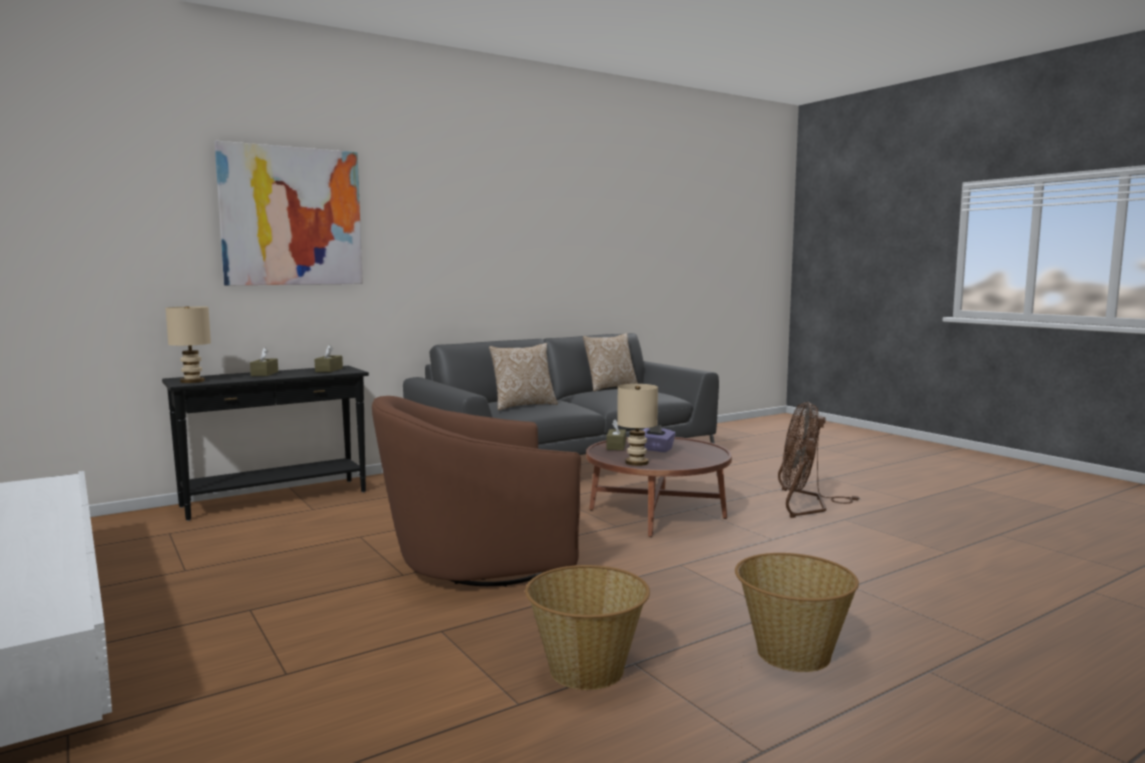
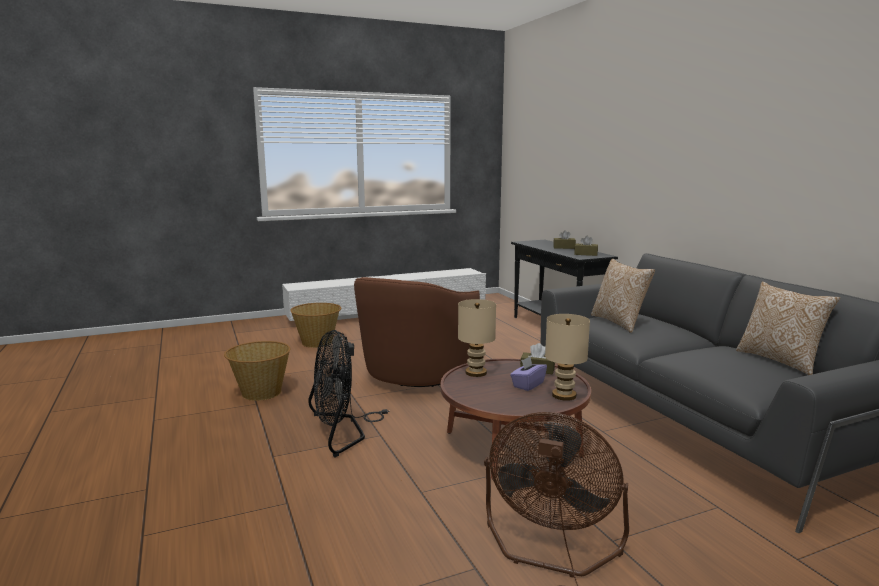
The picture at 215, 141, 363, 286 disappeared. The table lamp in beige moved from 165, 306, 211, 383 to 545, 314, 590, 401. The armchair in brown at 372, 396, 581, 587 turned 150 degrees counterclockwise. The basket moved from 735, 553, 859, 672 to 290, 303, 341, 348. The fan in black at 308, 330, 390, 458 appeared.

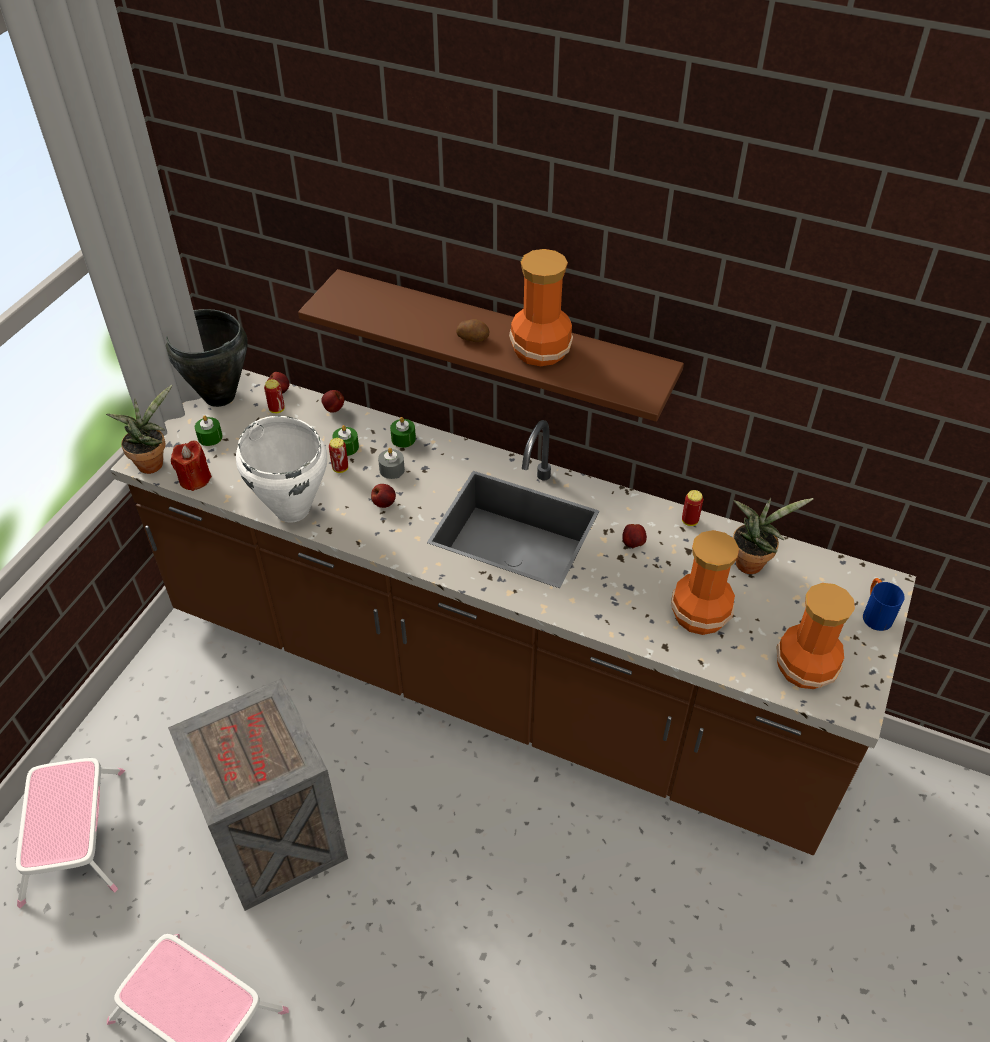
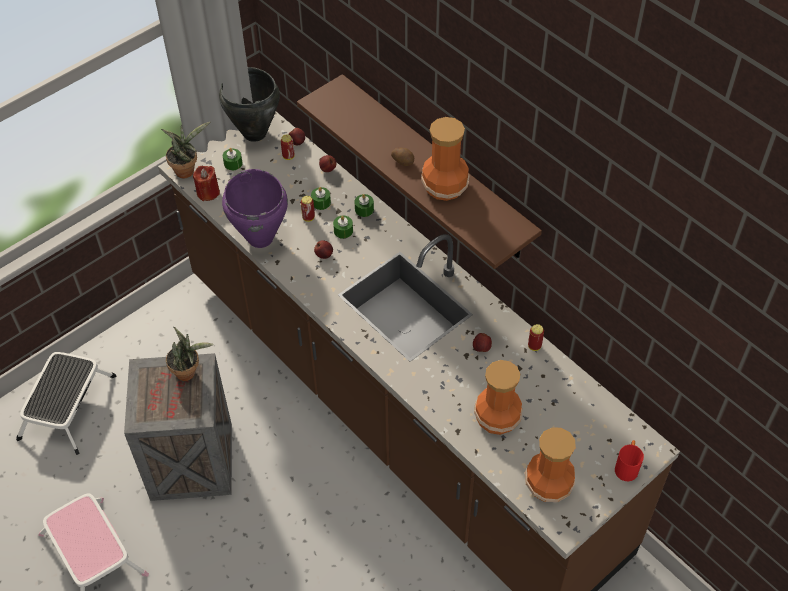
The cooking pot in white at 236, 416, 327, 523 became the cooking pot in purple at 222, 169, 288, 248. The candle in grey at 378, 448, 405, 479 became the candle in green at 333, 215, 353, 239. The potted plant moved from 733, 498, 814, 574 to 166, 326, 214, 381. The mug in blue at 863, 578, 905, 631 became the mug in red at 615, 440, 644, 481. The step ladder in pink at 16, 758, 125, 908 became the step ladder in black at 16, 352, 116, 455.

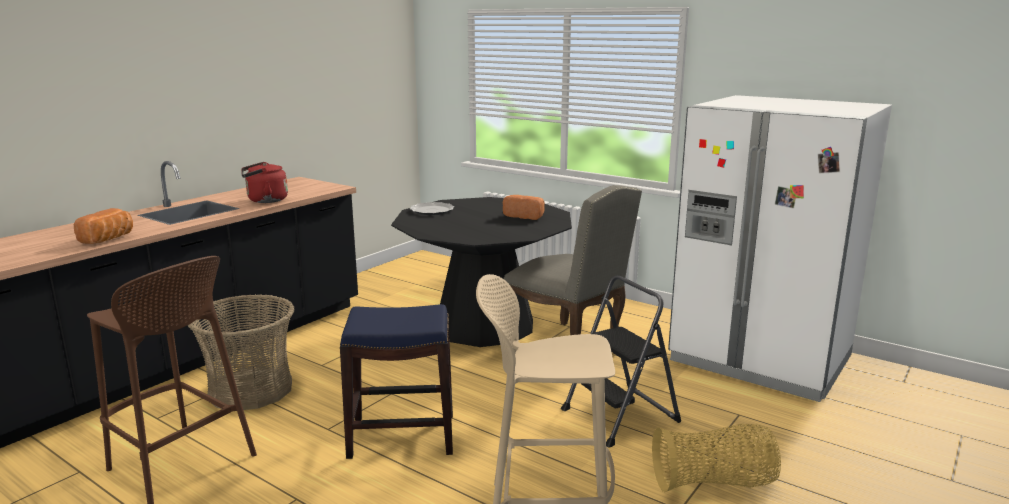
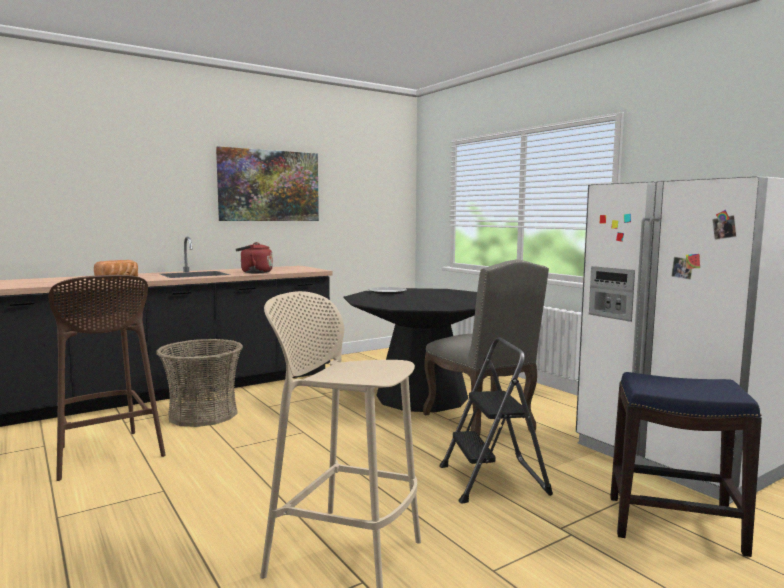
The bread at 503, 195, 545, 220 disappeared. The stool moved from 340, 304, 453, 459 to 610, 372, 762, 557. The basket at 652, 424, 781, 492 disappeared. The picture at 216, 146, 319, 221 appeared.

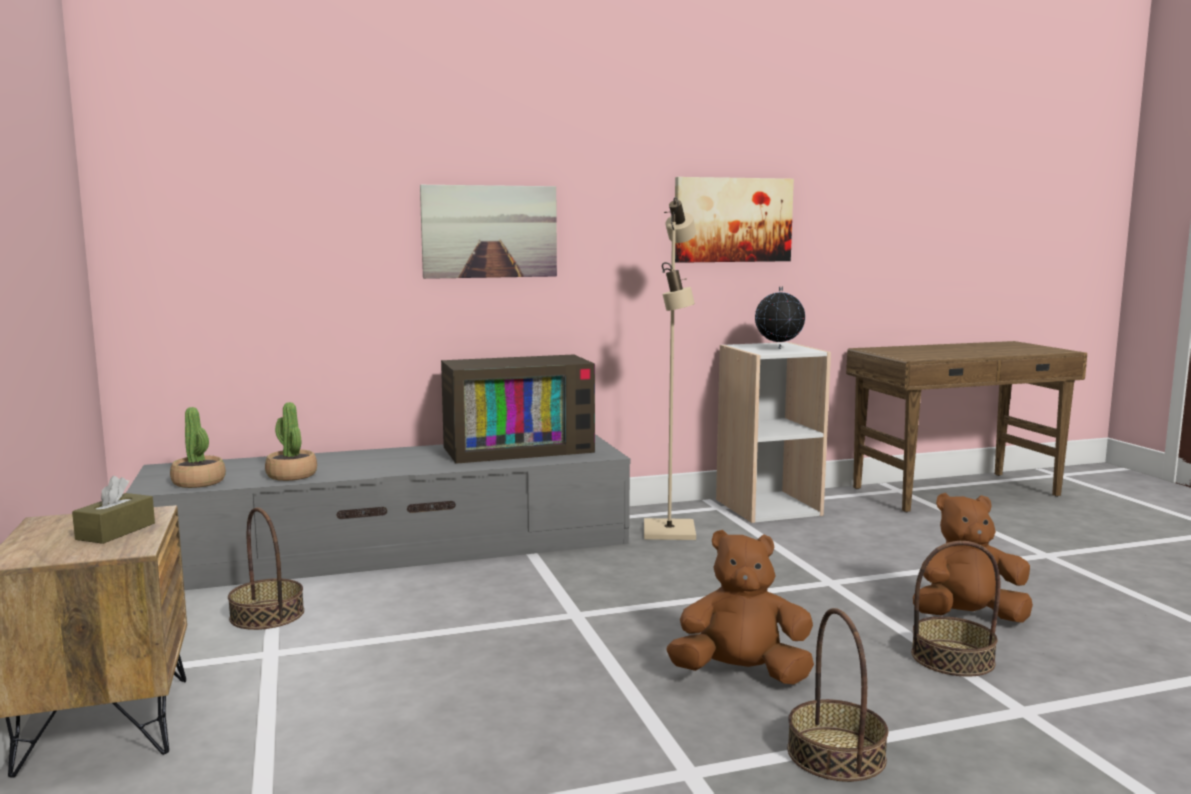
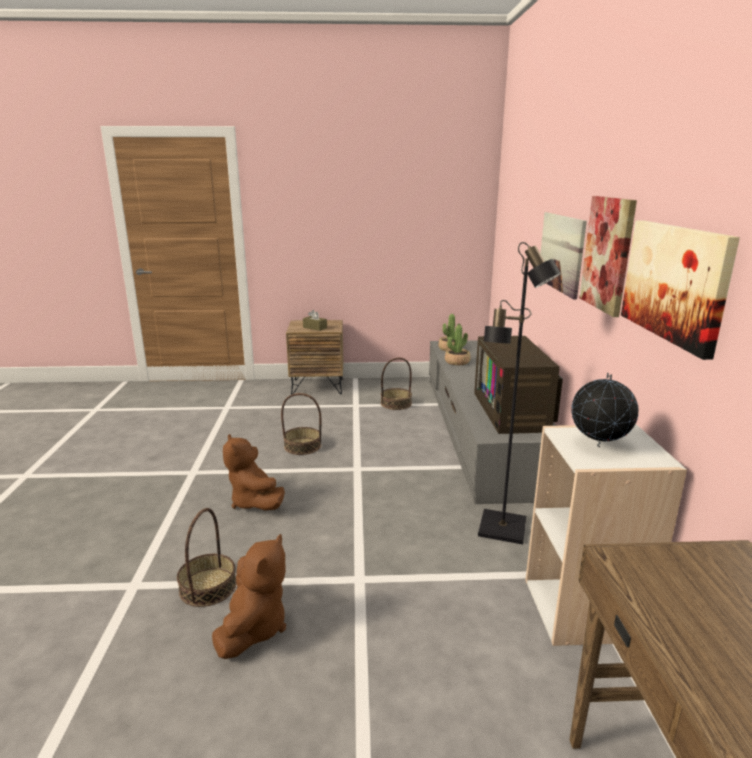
The floor lamp in beige at 644, 197, 696, 540 became the floor lamp in black at 478, 242, 561, 544. The plush toy in brown at 667, 530, 814, 684 turned 135 degrees clockwise. The basket moved from 787, 608, 888, 782 to 281, 393, 321, 455. The picture at 579, 196, 637, 317 appeared.

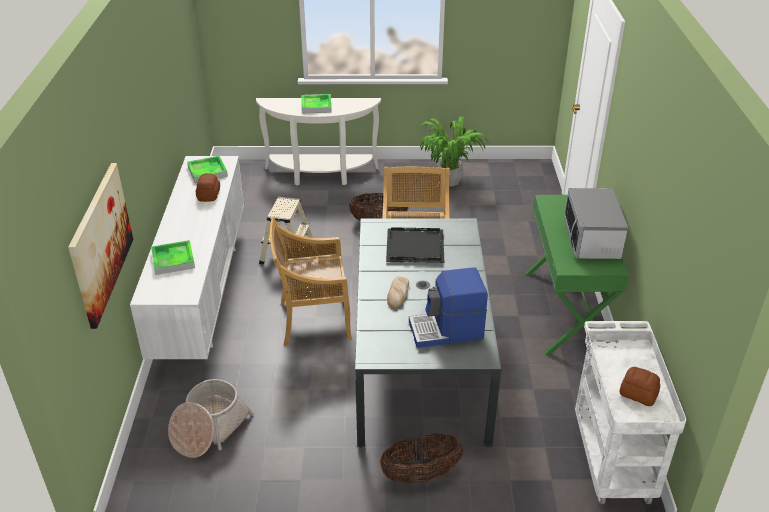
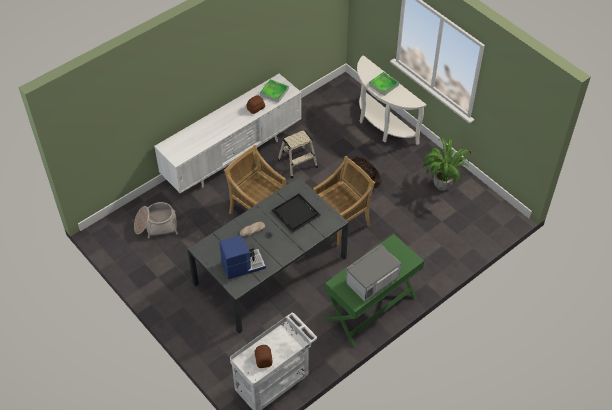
The picture at 68, 163, 133, 329 disappeared. The tray at 151, 240, 195, 275 disappeared. The coffee machine at 409, 268, 488, 348 turned 120 degrees clockwise. The basket at 380, 433, 463, 484 disappeared.

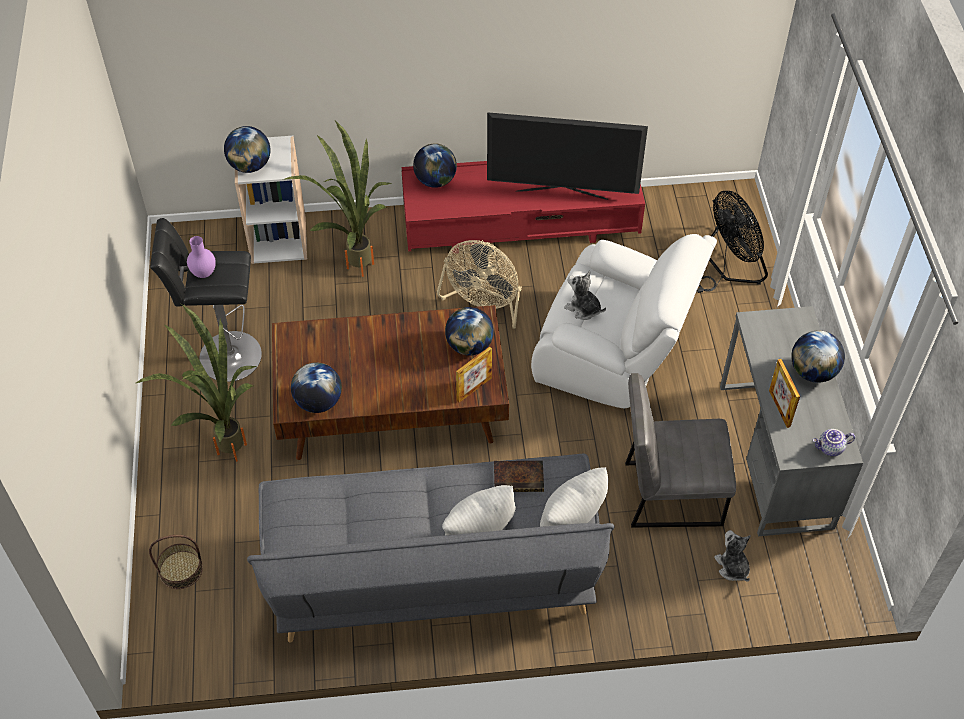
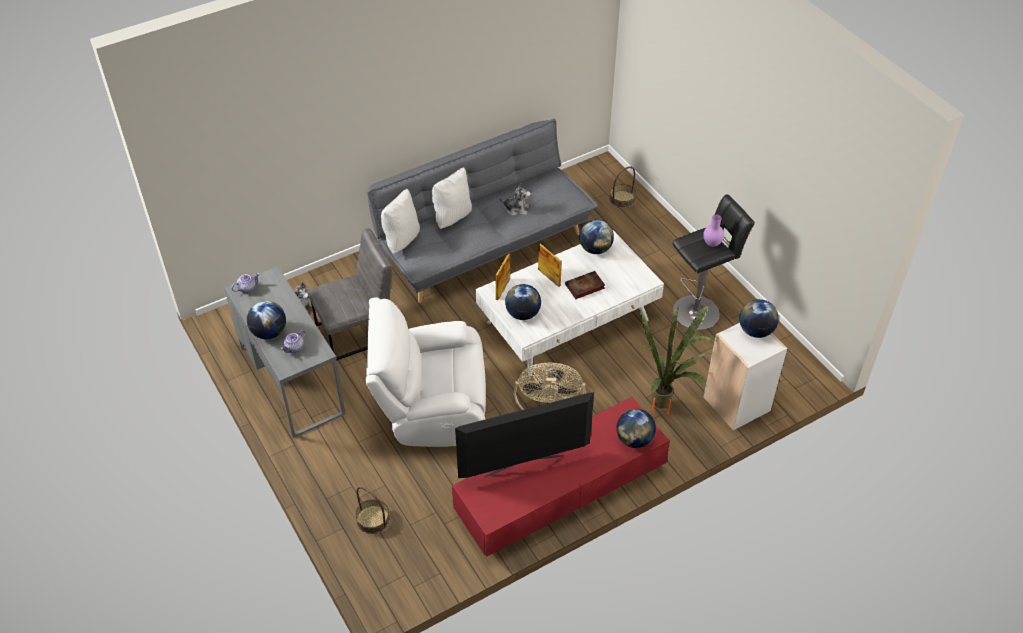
The fan in black at 696, 191, 768, 293 was replaced by the basket at 355, 487, 390, 534. The plush toy moved from 564, 271, 606, 320 to 499, 184, 531, 216. The potted plant at 136, 304, 258, 462 disappeared. The coffee table in brown at 272, 305, 509, 460 became the coffee table in white at 476, 230, 664, 376. The picture frame moved from 769, 359, 800, 428 to 538, 244, 562, 287. The book moved from 494, 461, 544, 492 to 565, 271, 605, 299. The teapot at 281, 330, 305, 353 appeared.

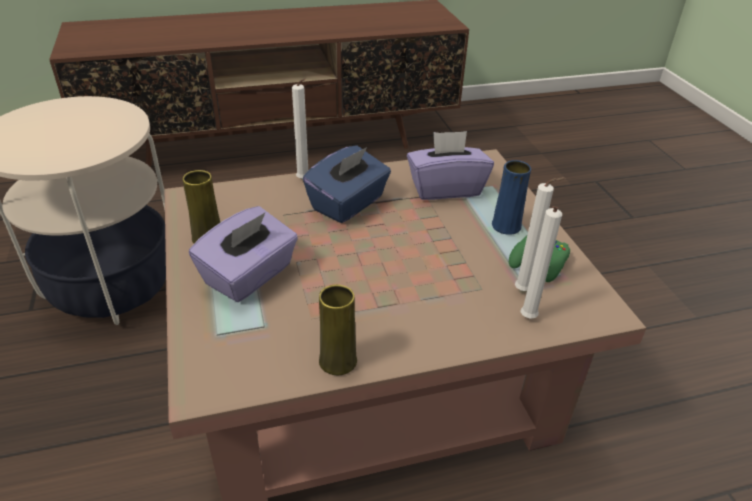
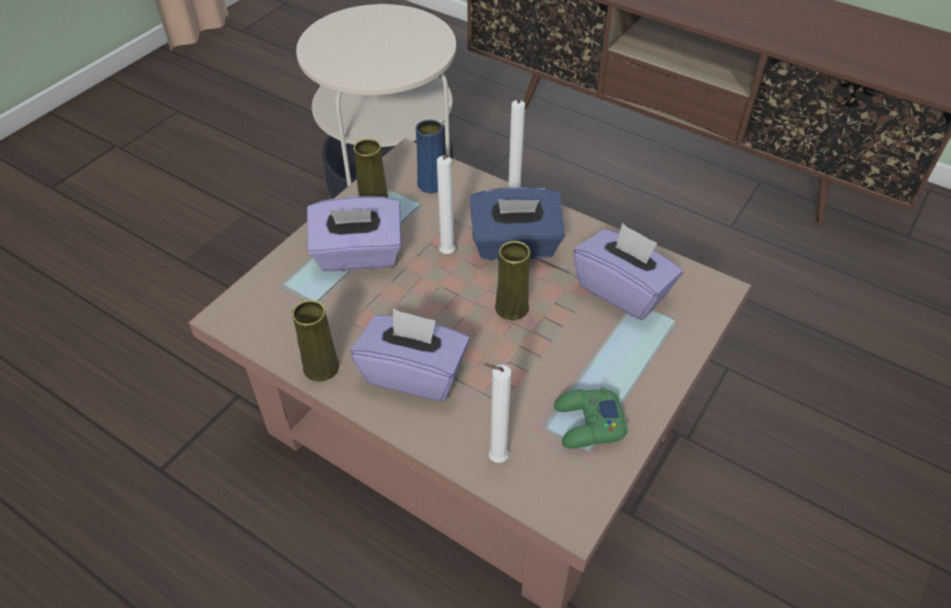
The vase in blue moved from 492, 160, 531, 235 to 416, 120, 444, 193. The candle in white moved from 515, 177, 566, 291 to 437, 155, 456, 254. The vase in yellow at 495, 241, 530, 320 appeared. The tissue box in purple at 351, 308, 470, 402 appeared.

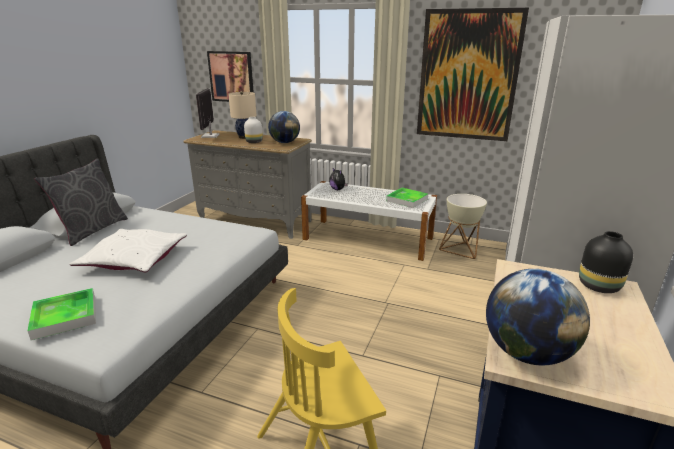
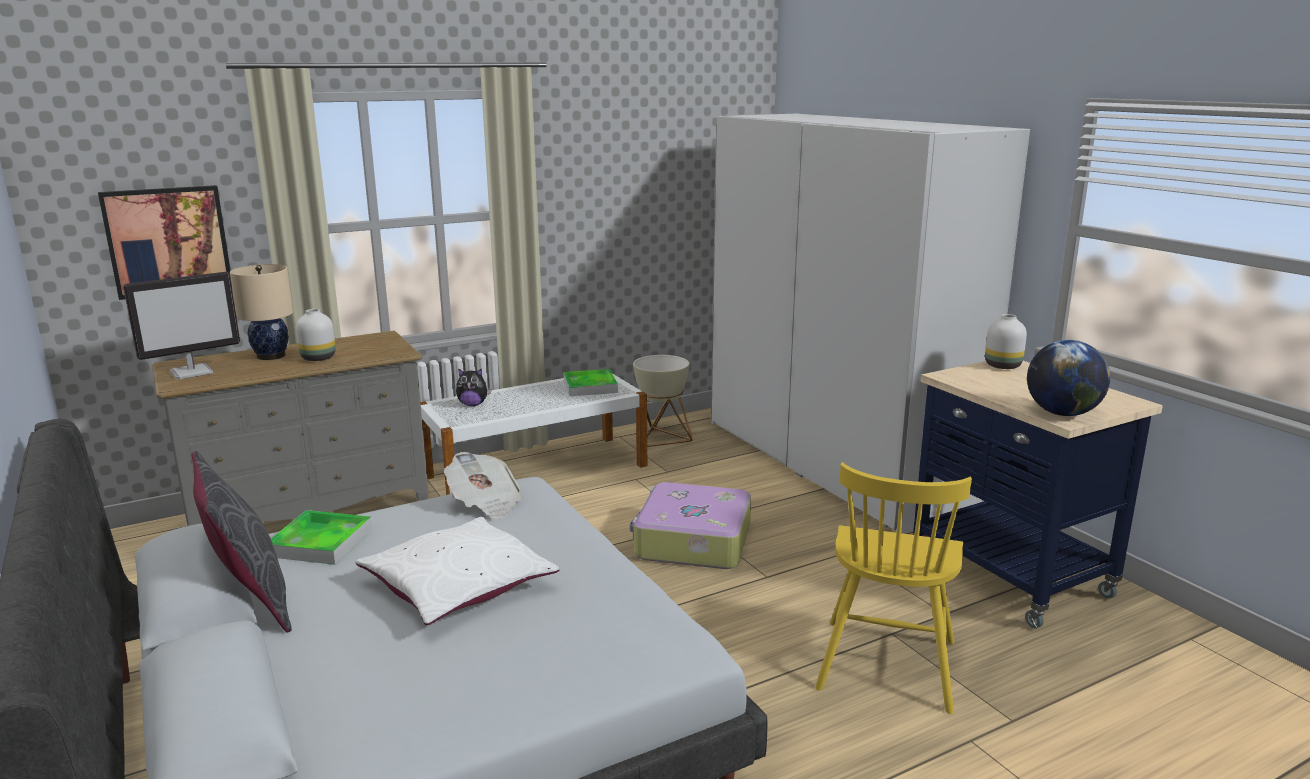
The picture at 417, 8, 529, 141 disappeared. The monitor at 196, 88, 220, 138 turned 75 degrees counterclockwise. The globe at 268, 111, 300, 143 disappeared. The vase in black at 579, 231, 633, 293 became the vase in white at 985, 314, 1027, 369. The tray moved from 28, 288, 96, 340 to 271, 510, 373, 565. The newspaper at 444, 452, 524, 519 appeared. The suitcase at 630, 482, 751, 569 appeared.

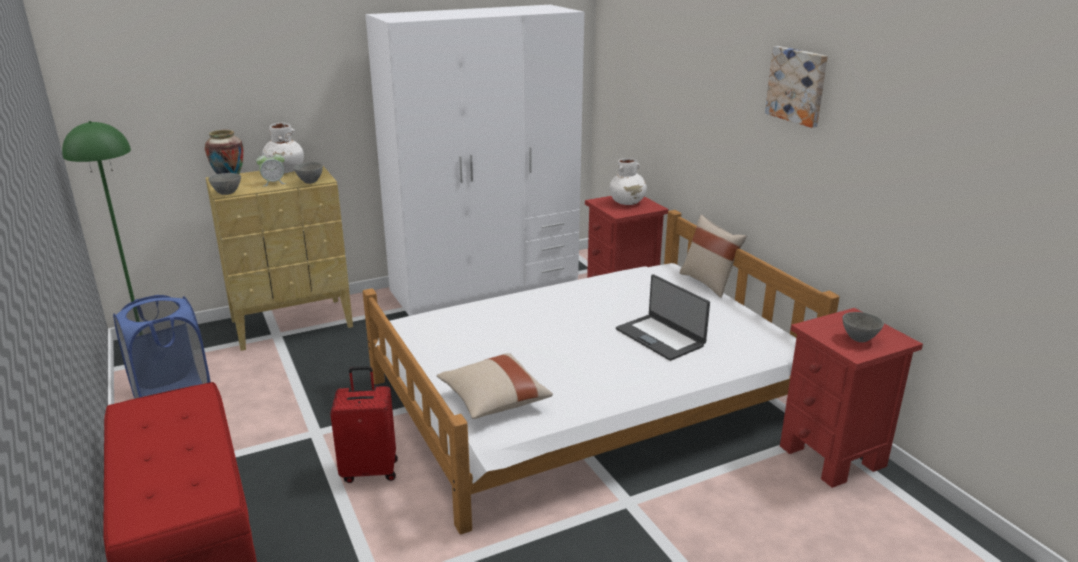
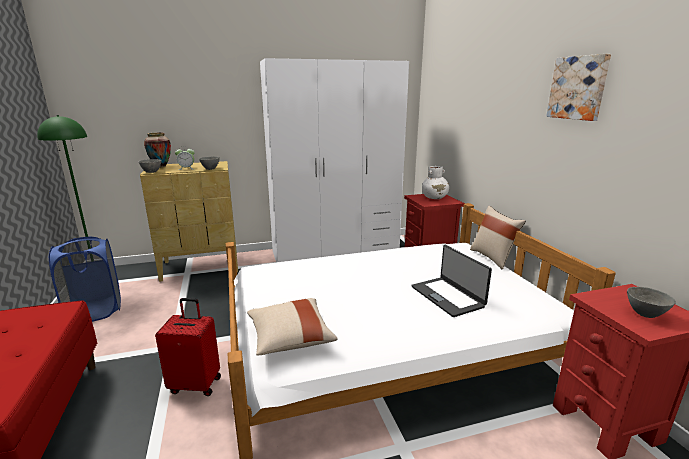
The vase in white at 262, 123, 304, 173 disappeared.

